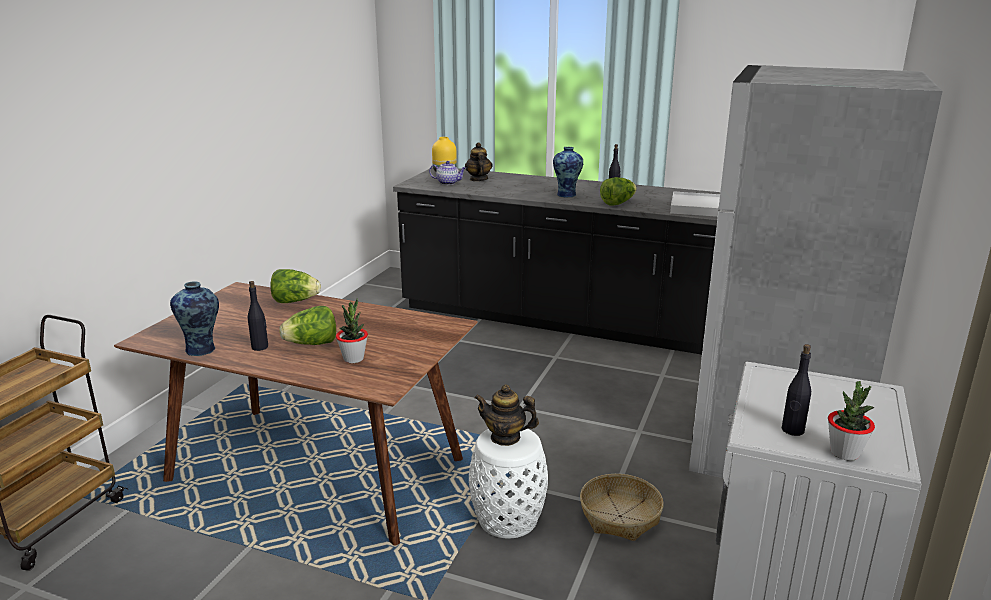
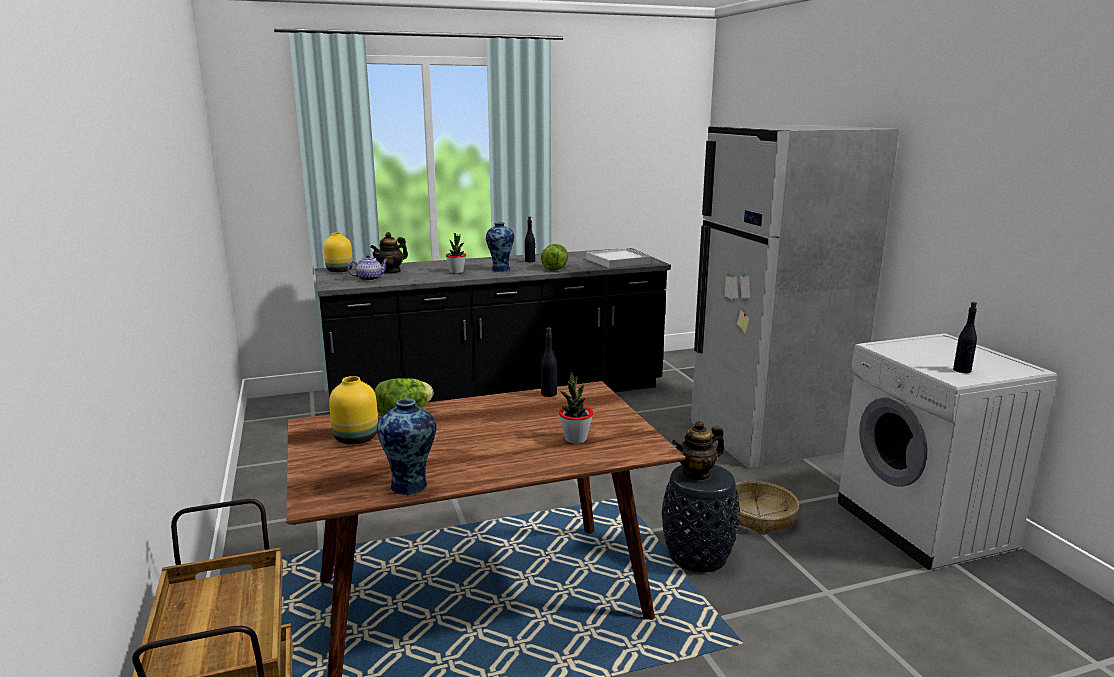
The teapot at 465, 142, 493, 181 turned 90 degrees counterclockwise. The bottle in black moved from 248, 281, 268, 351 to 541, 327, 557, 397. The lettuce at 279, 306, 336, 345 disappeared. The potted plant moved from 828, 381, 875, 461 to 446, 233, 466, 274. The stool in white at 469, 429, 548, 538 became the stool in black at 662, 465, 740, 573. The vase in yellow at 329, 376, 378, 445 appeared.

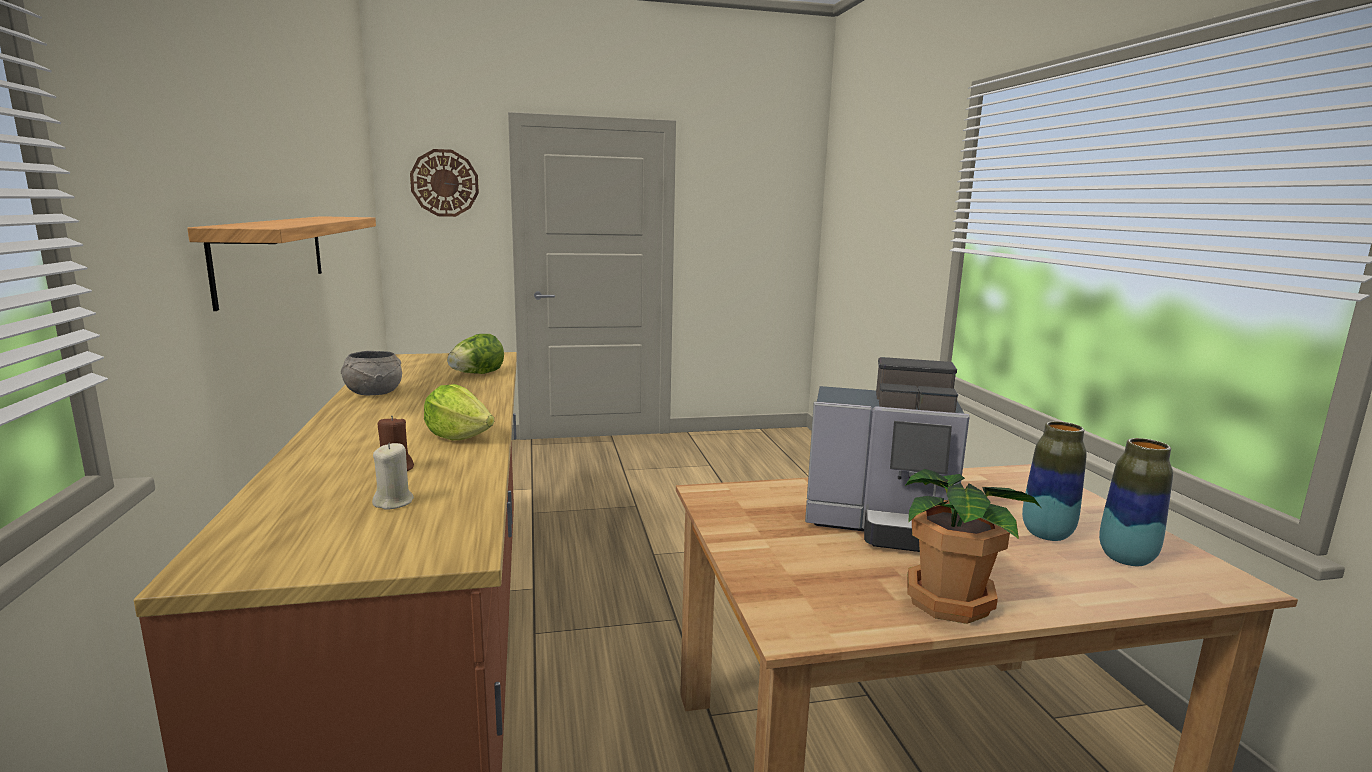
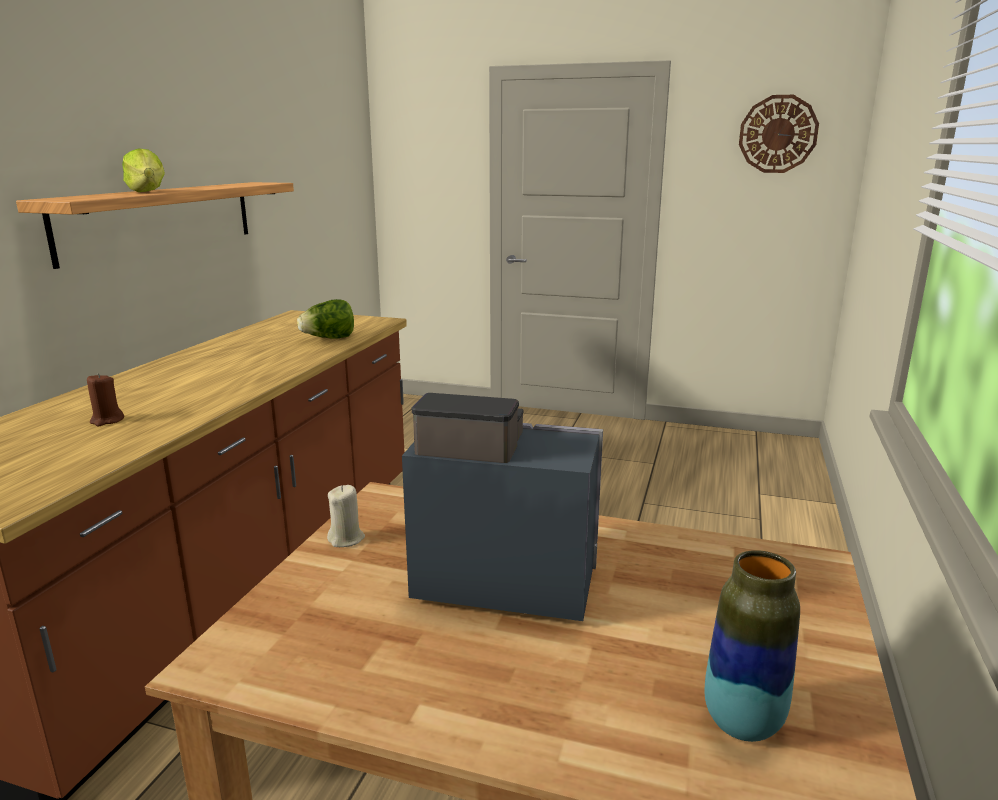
The wall clock moved from 410, 149, 479, 217 to 739, 95, 819, 173. The bowl in grey at 341, 351, 402, 395 disappeared. The coffee machine at 805, 357, 970, 552 turned 150 degrees clockwise. The lettuce moved from 424, 384, 494, 440 to 122, 148, 165, 192. The vase at 1022, 421, 1087, 541 disappeared. The candle in beige moved from 372, 443, 414, 510 to 327, 485, 365, 547. The potted plant at 905, 469, 1041, 624 disappeared.

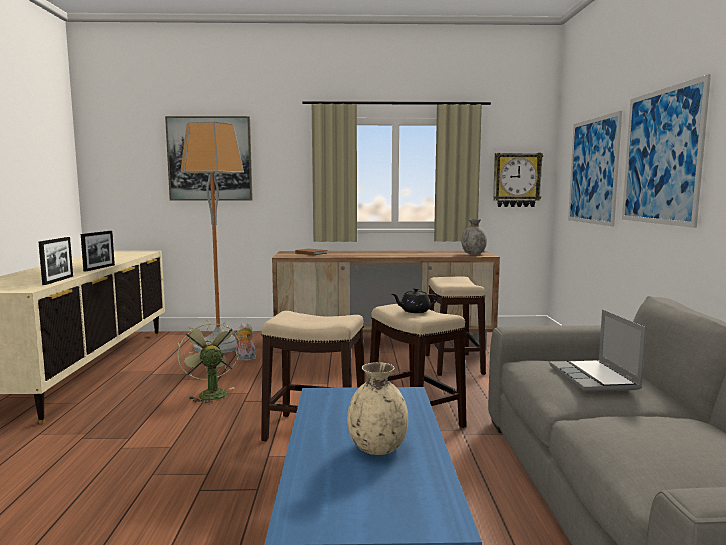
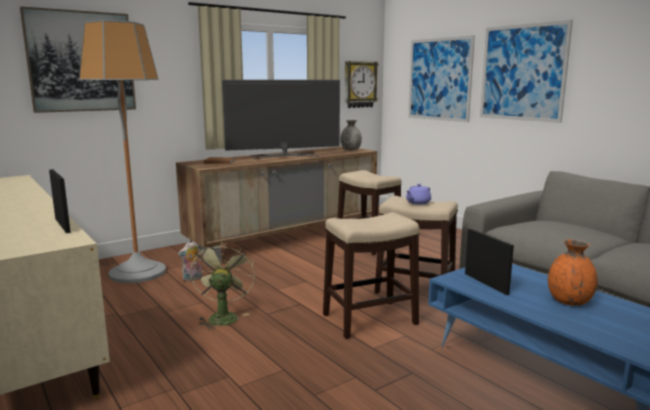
The picture frame moved from 81, 231, 115, 272 to 465, 229, 514, 295. The teapot in black at 392, 288, 438, 313 became the teapot in purple at 406, 184, 431, 205. The laptop at 549, 309, 646, 391 disappeared. The fan in green at 178, 320, 241, 404 turned 60 degrees clockwise. The vase in beige at 347, 362, 408, 455 became the vase in orange at 548, 239, 598, 306. The television at 222, 80, 340, 159 appeared.

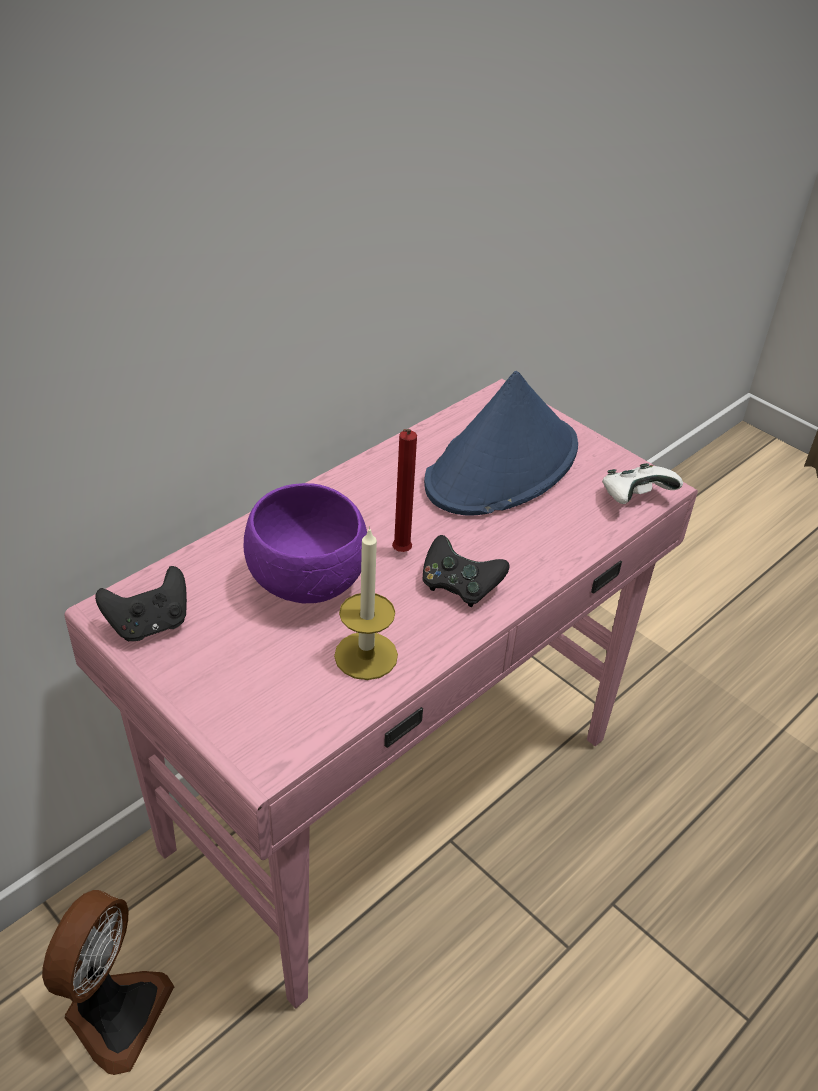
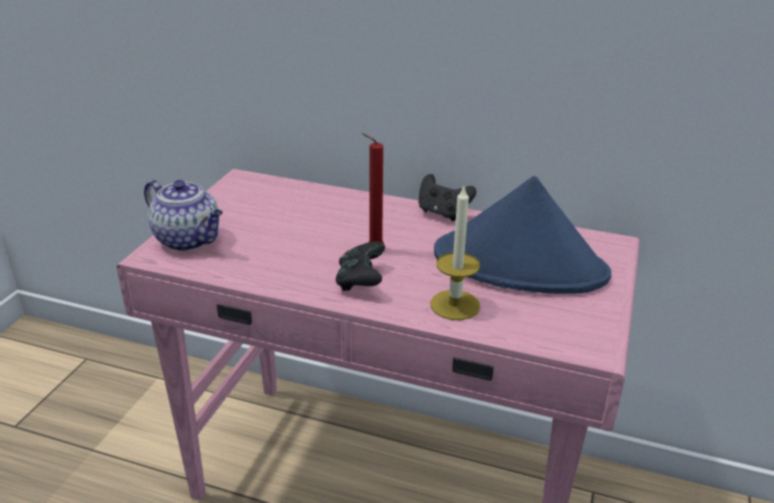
The game controller in white at 602, 463, 683, 504 disappeared. The bowl in purple at 244, 483, 367, 604 disappeared. The candle moved from 334, 526, 398, 680 to 431, 186, 480, 320. The game controller in black moved from 95, 566, 187, 642 to 418, 174, 476, 221. The fan at 42, 890, 175, 1075 disappeared. The teapot at 144, 180, 223, 251 appeared.

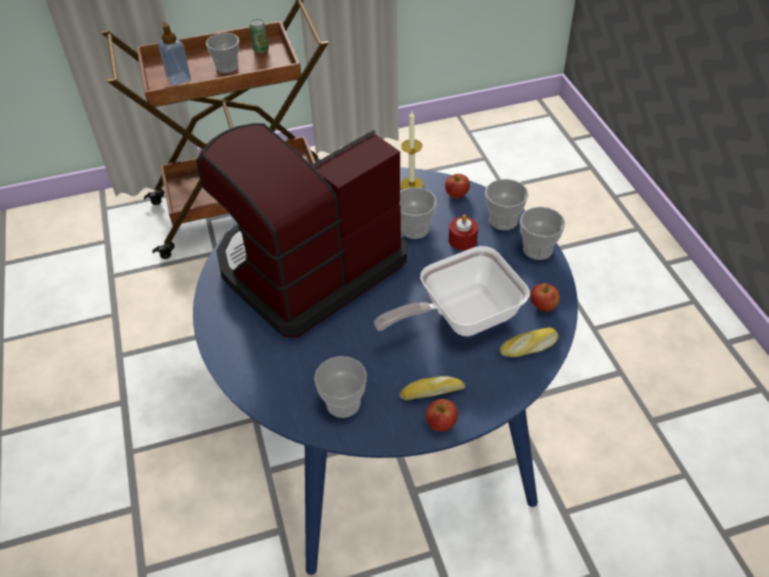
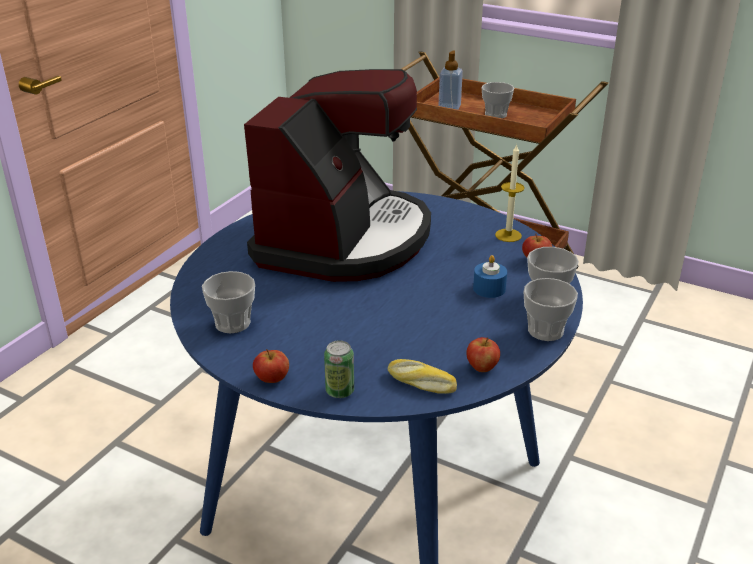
The can moved from 249, 19, 269, 53 to 324, 341, 354, 398. The coffee machine at 197, 123, 407, 337 turned 105 degrees clockwise. The cup at 399, 187, 437, 239 disappeared. The candle in red at 449, 214, 478, 250 became the candle in blue at 473, 255, 507, 298. The frying pan at 374, 246, 530, 336 disappeared. The bread at 399, 376, 465, 400 disappeared.

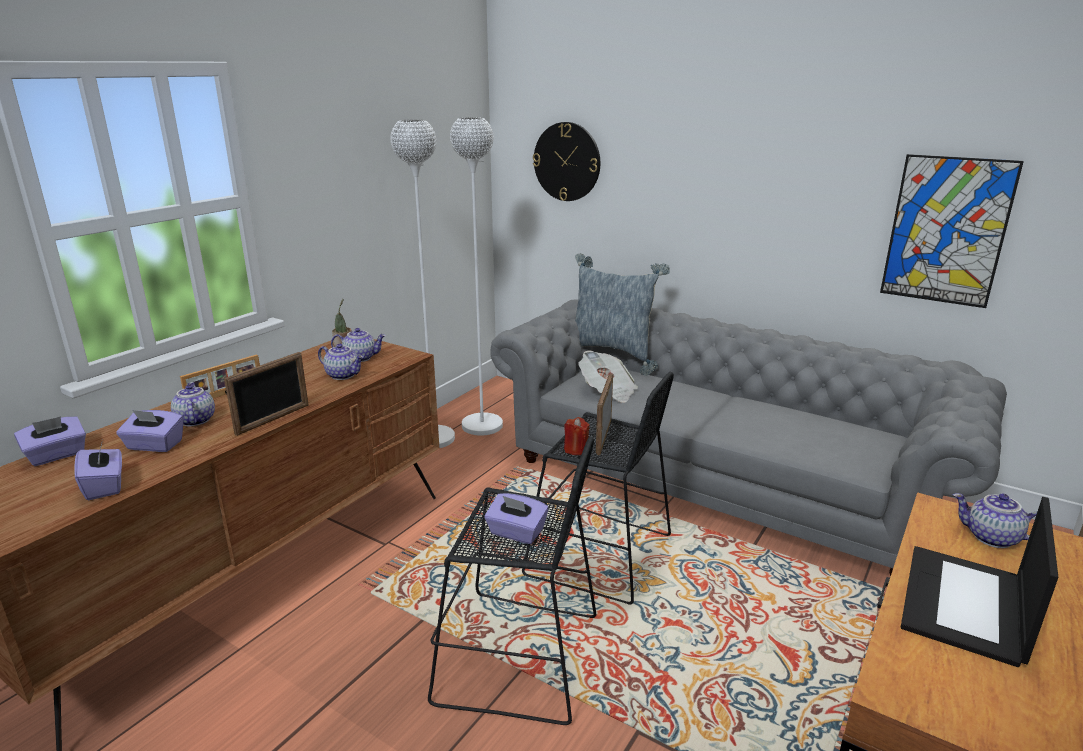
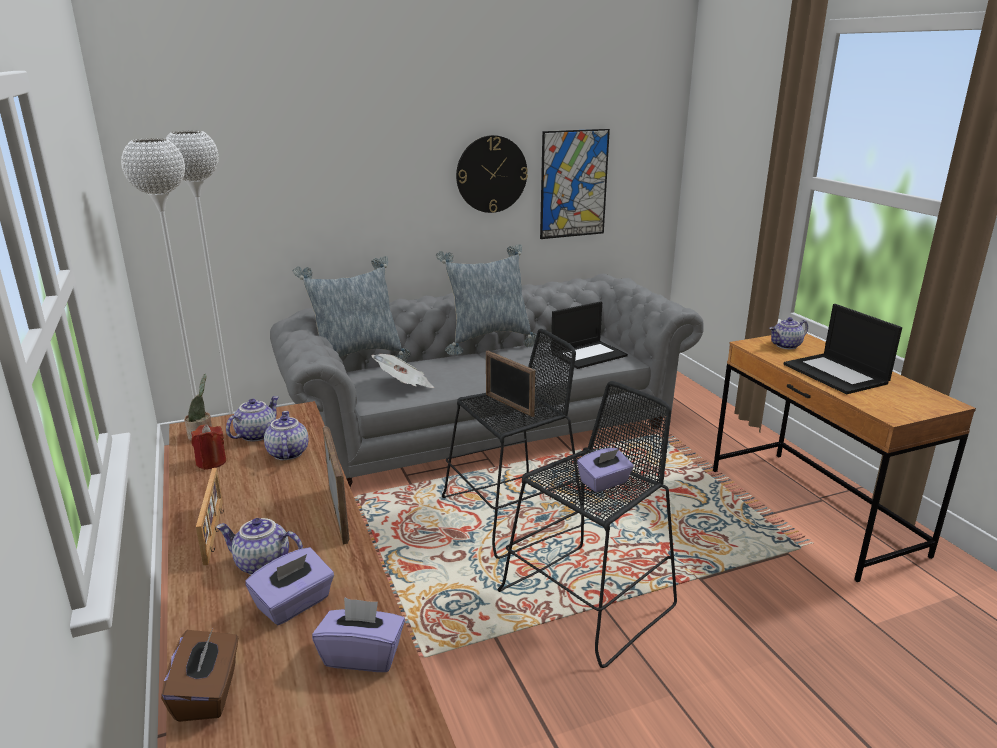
The wall clock moved from 533, 122, 600, 201 to 456, 135, 528, 213. The teapot at 318, 344, 364, 380 turned 75 degrees counterclockwise. The tissue box in purple at 14, 416, 86, 466 became the tissue box in brown at 161, 629, 238, 722. The candle in red moved from 564, 417, 590, 455 to 191, 424, 226, 470. The pillow at 436, 244, 537, 355 appeared. The laptop at 551, 301, 628, 369 appeared.

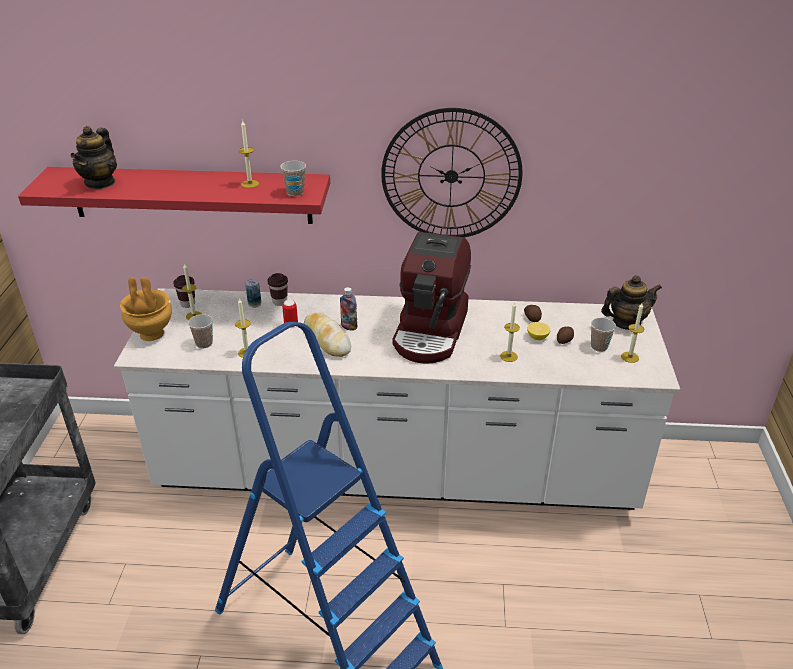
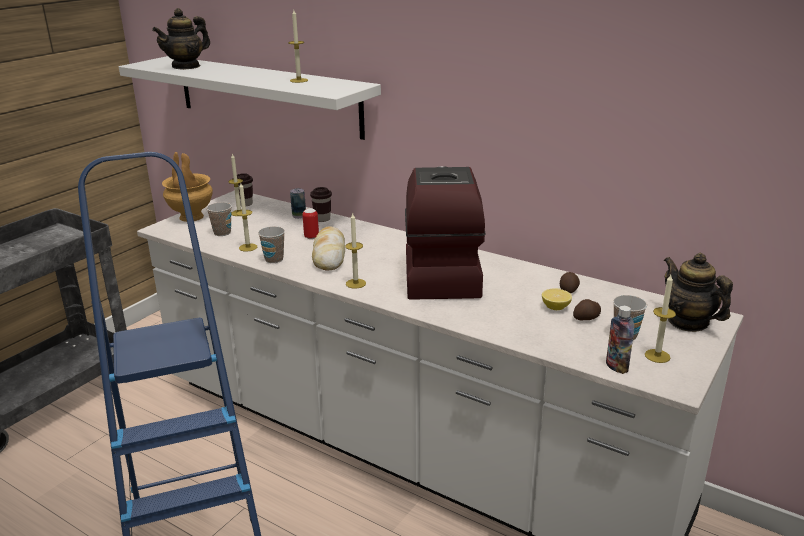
The wall clock at 381, 108, 523, 237 disappeared. The cup moved from 280, 161, 306, 196 to 258, 226, 285, 263. The shelf in red at 18, 167, 330, 224 became the shelf in white at 119, 56, 381, 140. The coffee machine at 392, 232, 471, 363 turned 135 degrees clockwise. The teapot at 601, 275, 662, 330 turned 135 degrees counterclockwise. The bottle moved from 340, 287, 357, 331 to 606, 306, 634, 374. The candle moved from 500, 302, 520, 362 to 345, 213, 366, 289.

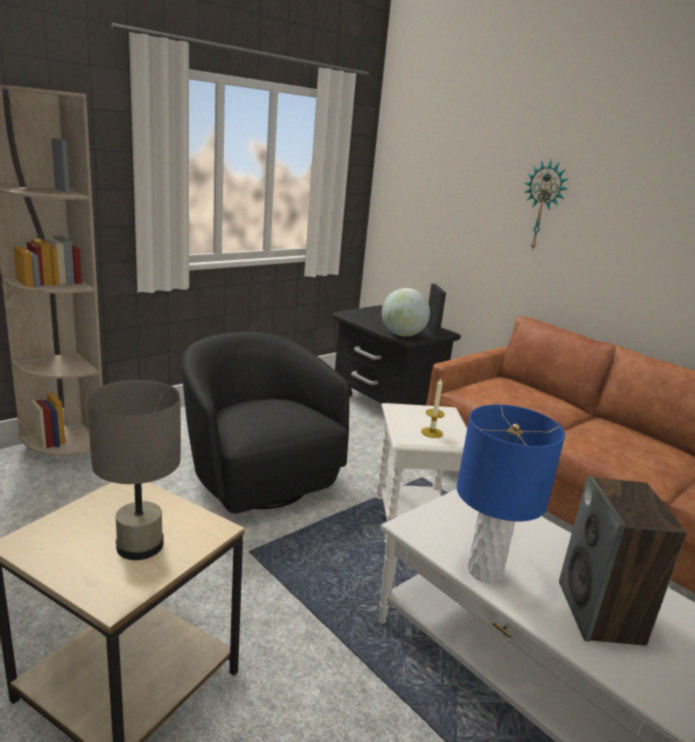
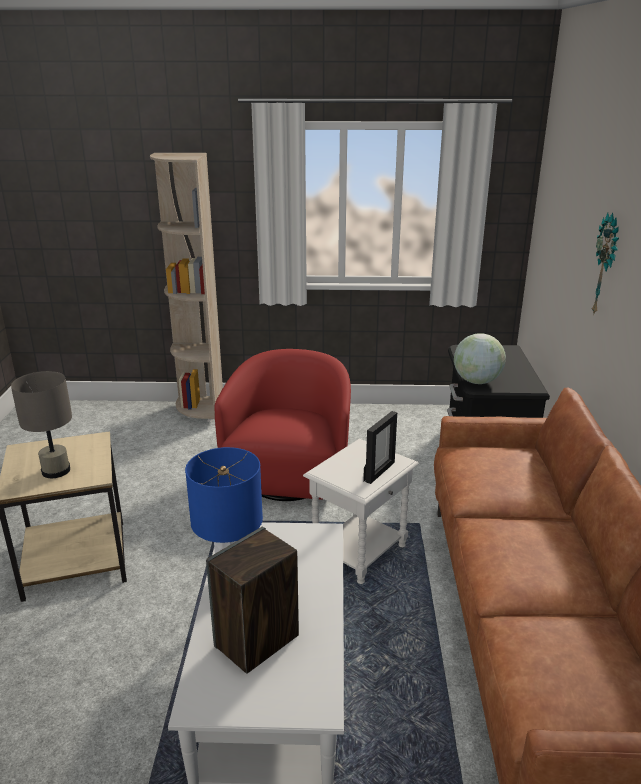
The picture frame moved from 426, 283, 446, 336 to 363, 411, 397, 484. The armchair in black at 181, 332, 349, 513 became the armchair in red at 215, 349, 351, 501. The candle at 421, 379, 445, 438 disappeared.

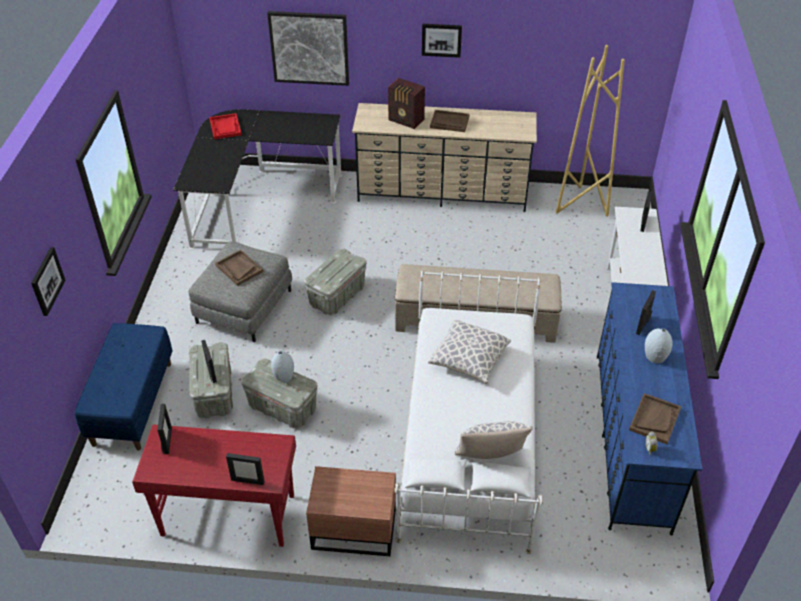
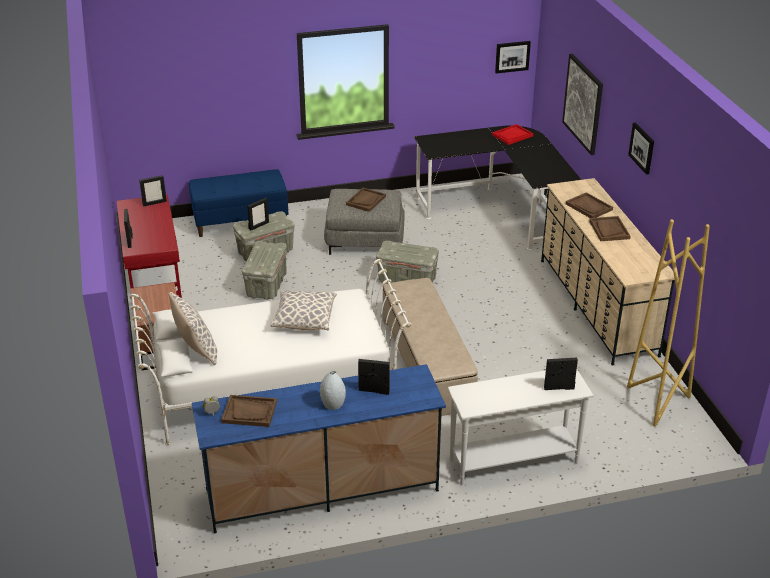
The radio at 388, 78, 425, 129 was replaced by the tray in brown at 566, 192, 613, 218. The picture moved from 31, 247, 65, 316 to 495, 41, 531, 73. The vase in grey at 271, 351, 294, 383 disappeared.

